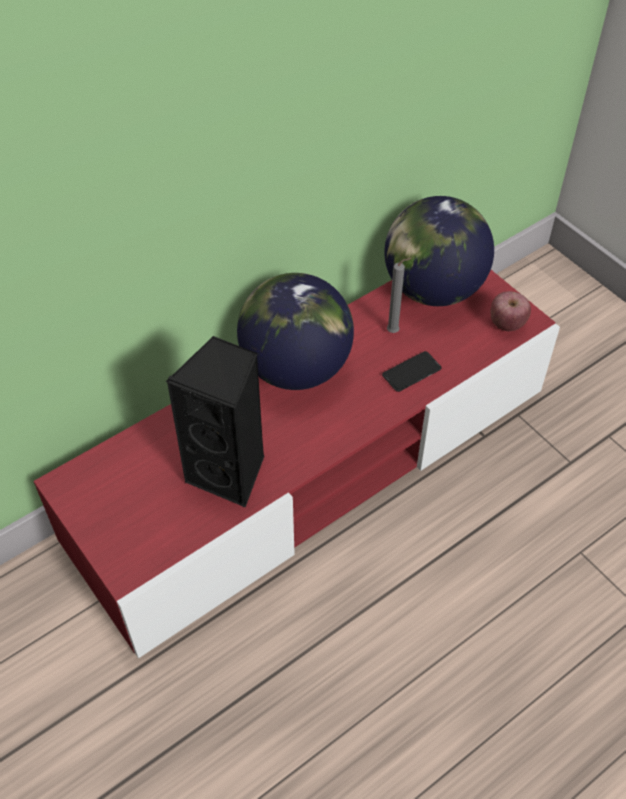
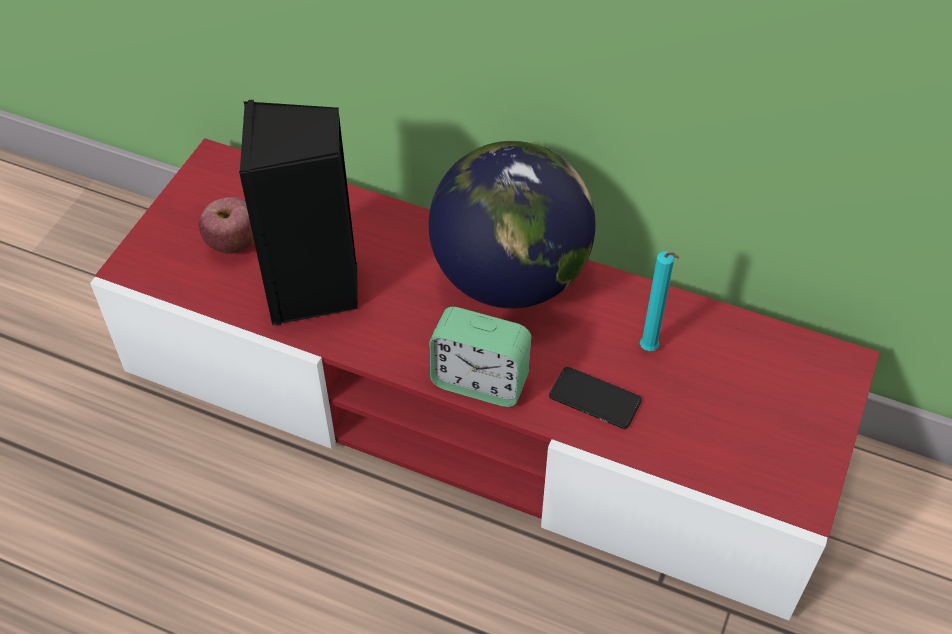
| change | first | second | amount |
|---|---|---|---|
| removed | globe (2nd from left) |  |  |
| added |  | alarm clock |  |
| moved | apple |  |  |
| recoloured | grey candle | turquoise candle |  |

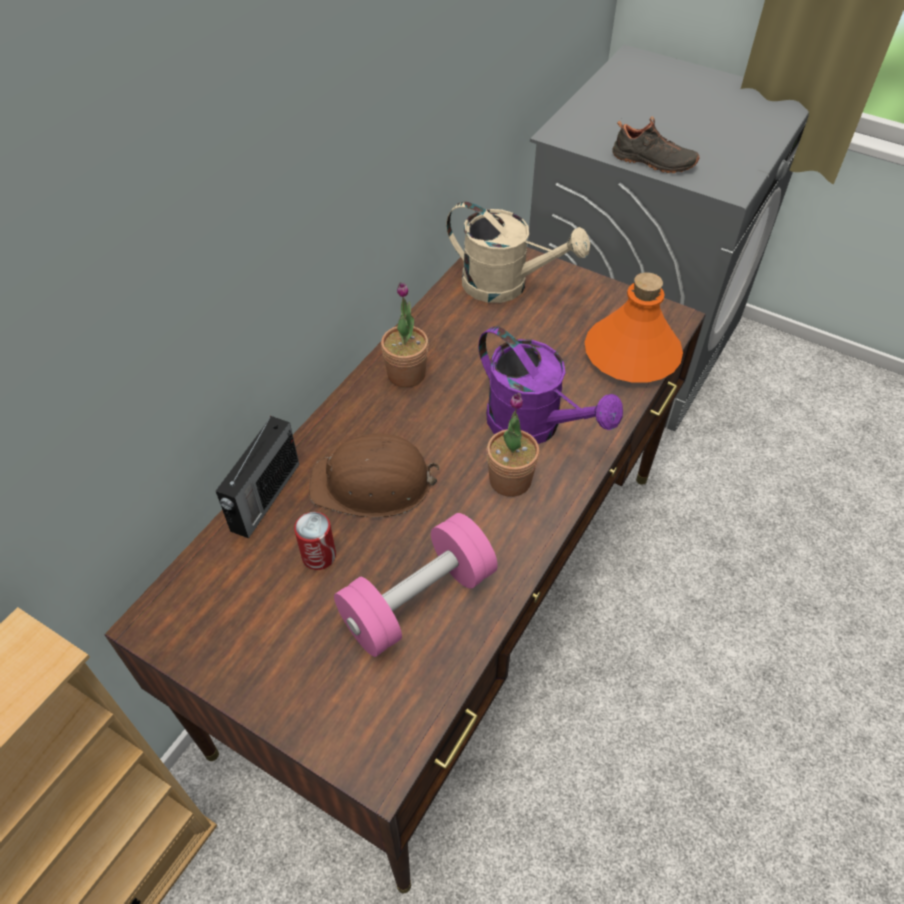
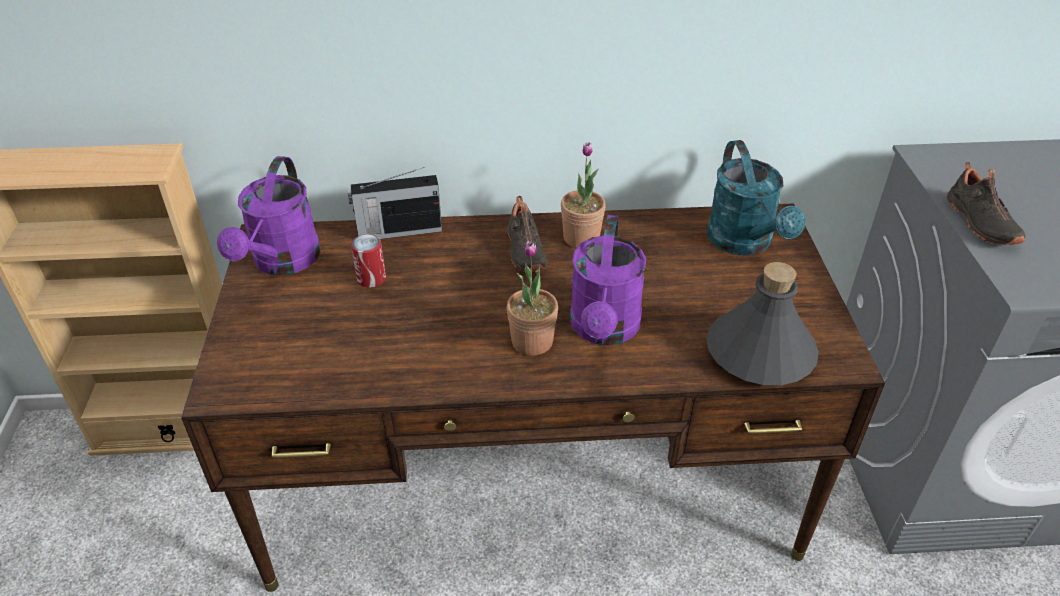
| change | first | second | amount |
|---|---|---|---|
| removed | brown hard hat |  |  |
| removed | pink dumbbell |  |  |
| added |  | purple watering can (1st from left) |  |
| added |  | black shoe (1st from left) |  |
| recoloured | beige watering can | turquoise watering can |  |
| recoloured | orange bottle | grey bottle |  |

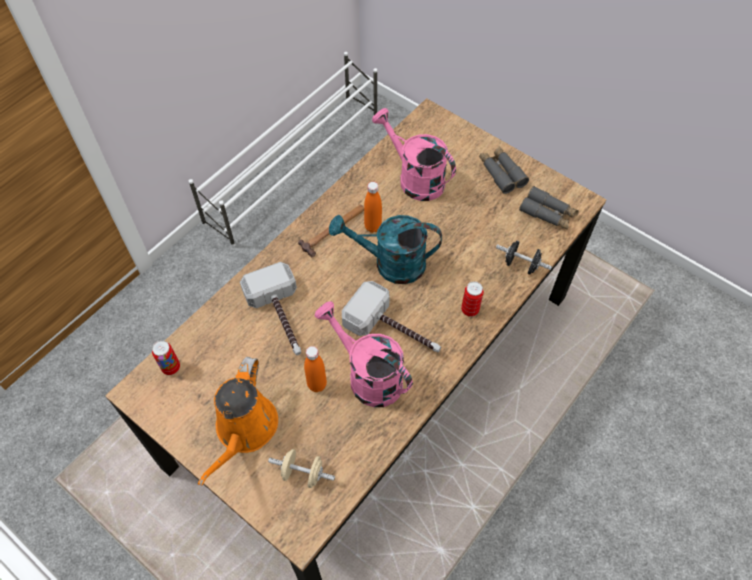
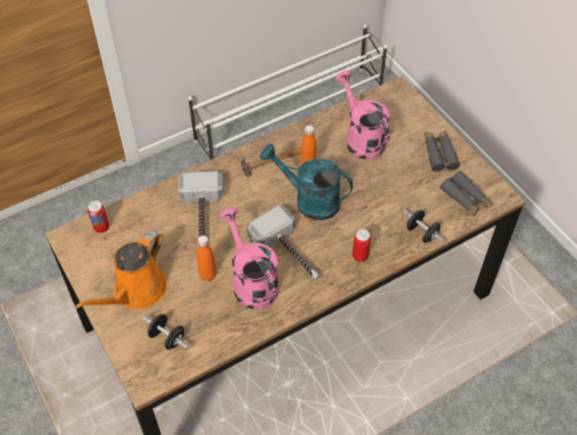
| change | first | second | amount |
|---|---|---|---|
| recoloured | beige dumbbell | black dumbbell (1st from left) |  |

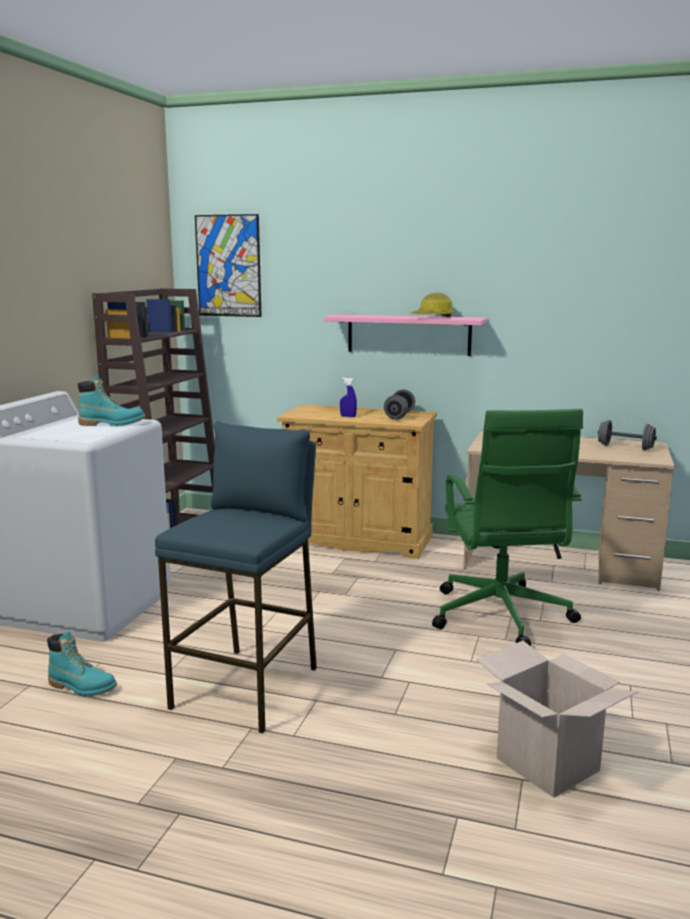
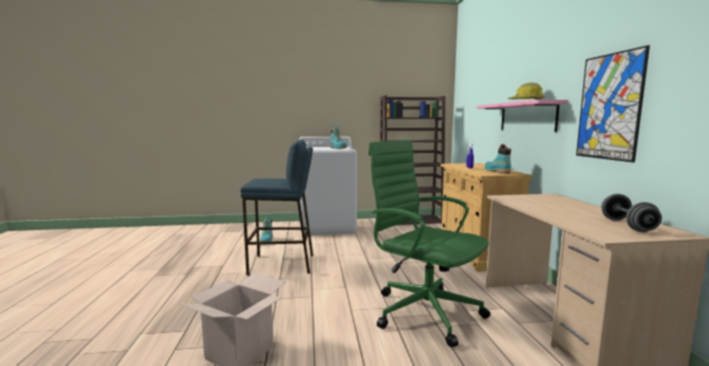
| change | first | second | amount |
|---|---|---|---|
| moved | picture |  |  |
| replaced | grey dumbbell (1st from left) | turquoise boot (3rd from left) |  |
| turned | green office chair |  | 75 degrees clockwise |

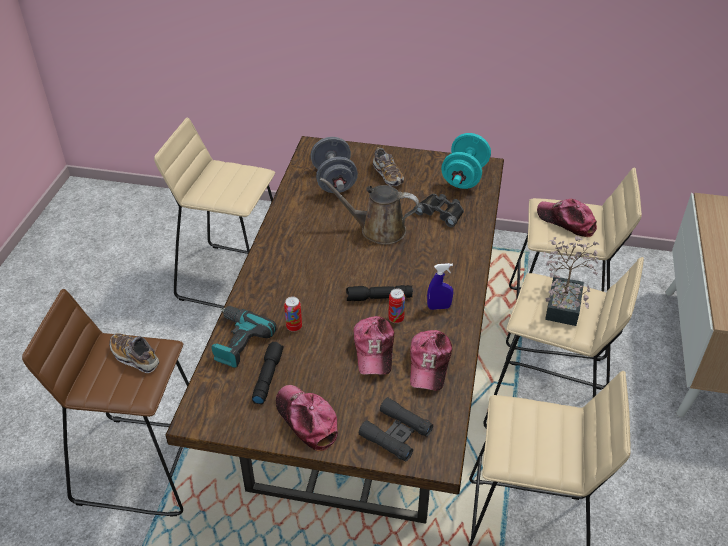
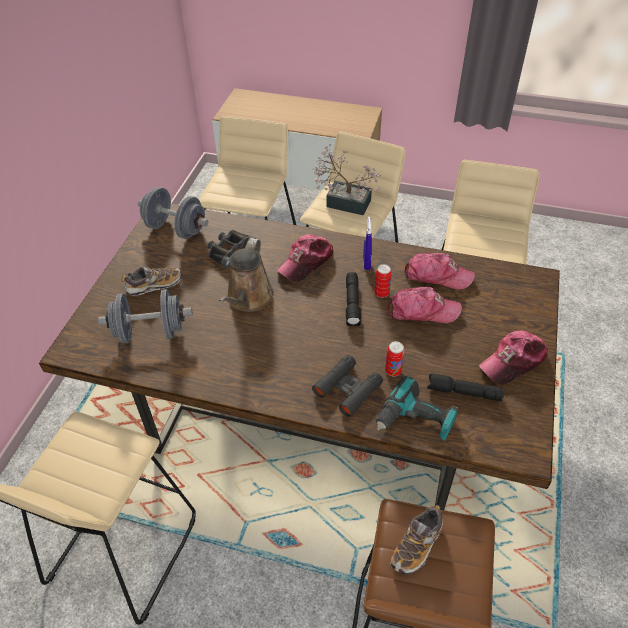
| change | first | second | amount |
|---|---|---|---|
| moved | black binoculars (1st from left in the first image) | black binoculars (2nd from left) |  |
| moved | cap (4th from left in the first image) | cap (1st from left) |  |
| recoloured | turquoise dumbbell | grey dumbbell (2nd from left) |  |

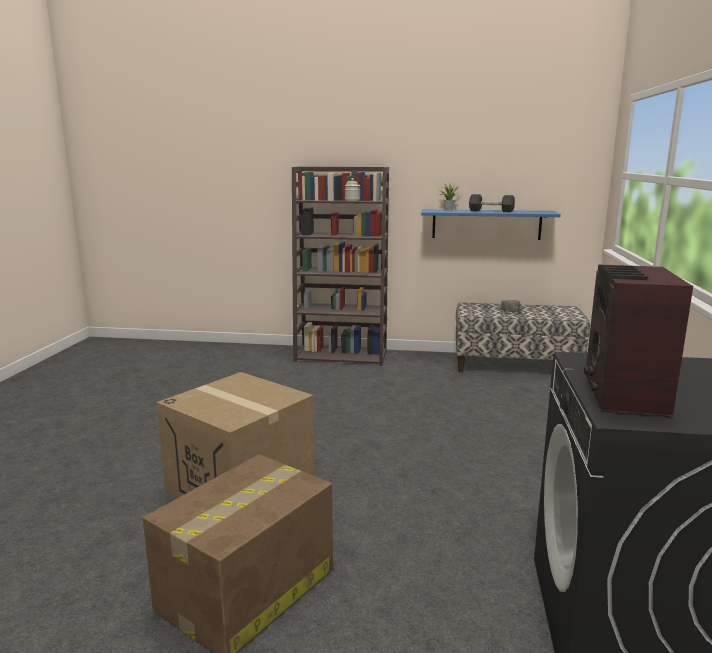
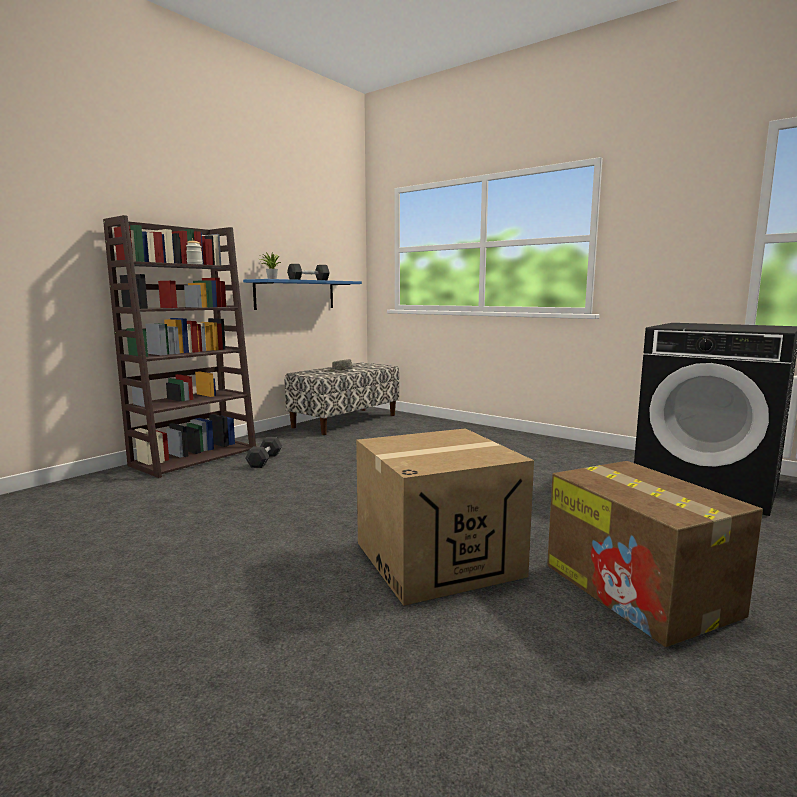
| change | first | second | amount |
|---|---|---|---|
| removed | radio |  |  |
| added |  | black dumbbell (1st from left) |  |

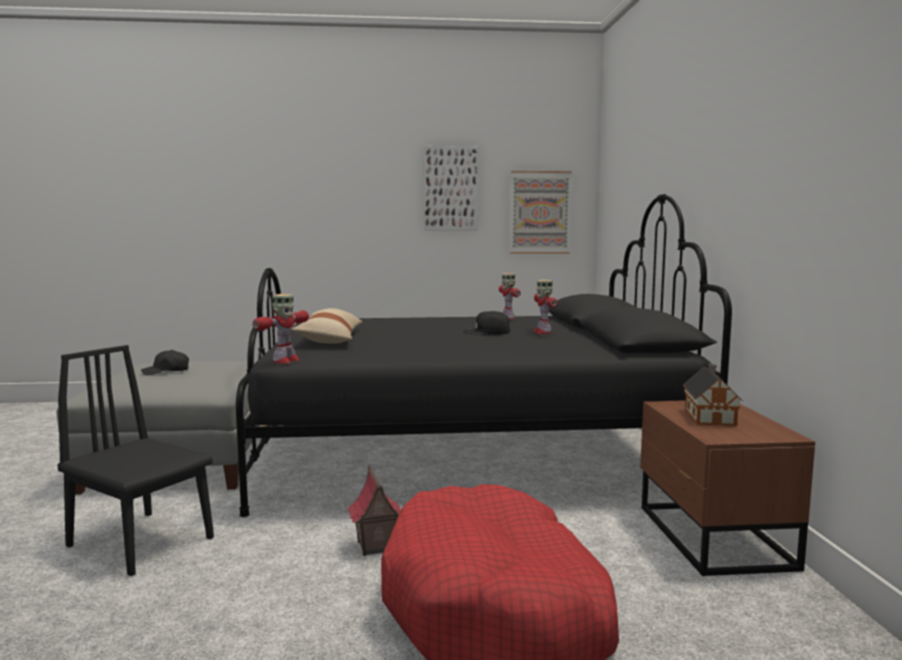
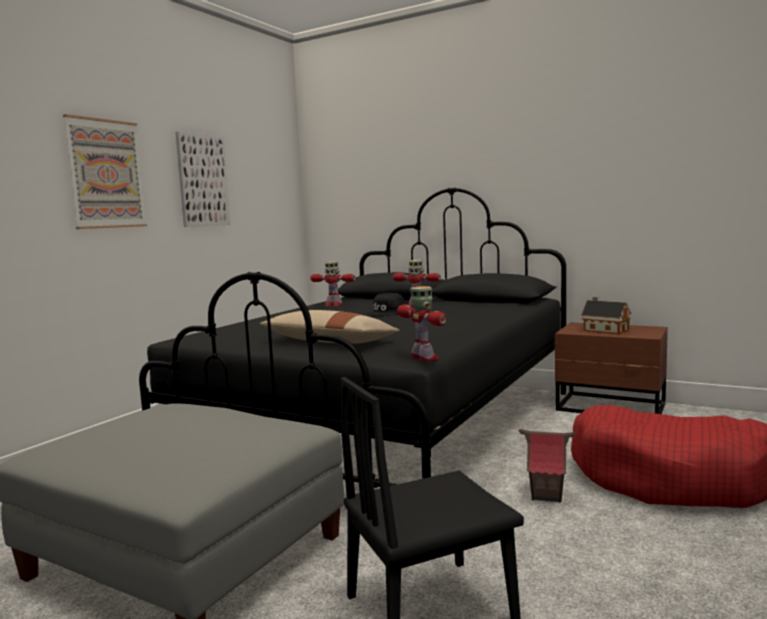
| change | first | second | amount |
|---|---|---|---|
| removed | black cap (1st from left) |  |  |
| moved | picture (2nd from left in the first image) | picture (1st from left) |  |

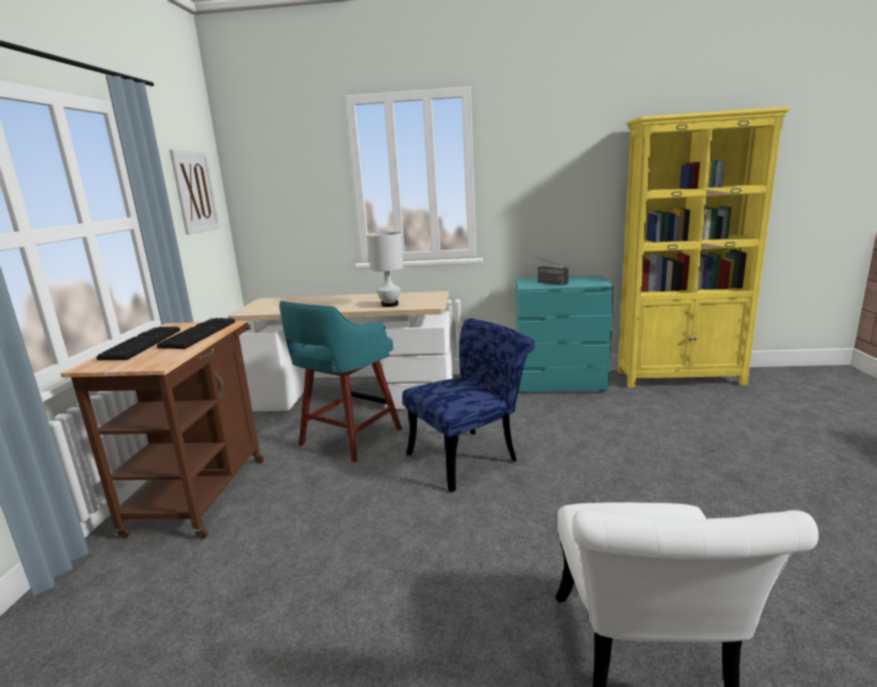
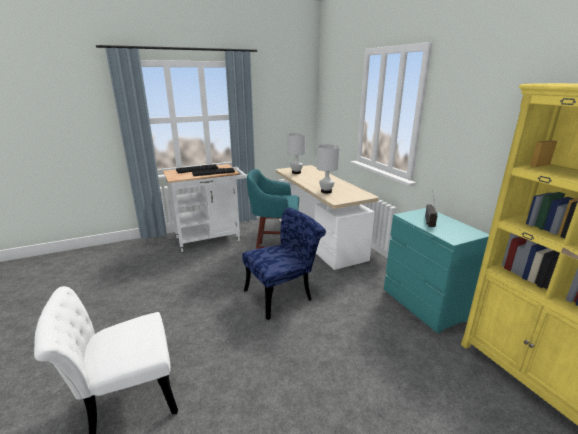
| change | first | second | amount |
|---|---|---|---|
| removed | picture |  |  |
| added |  | white table lamp (1st from left) |  |
| recoloured | brown cart | white cart |  |
| turned | blue chair |  | 60 degrees counterclockwise |

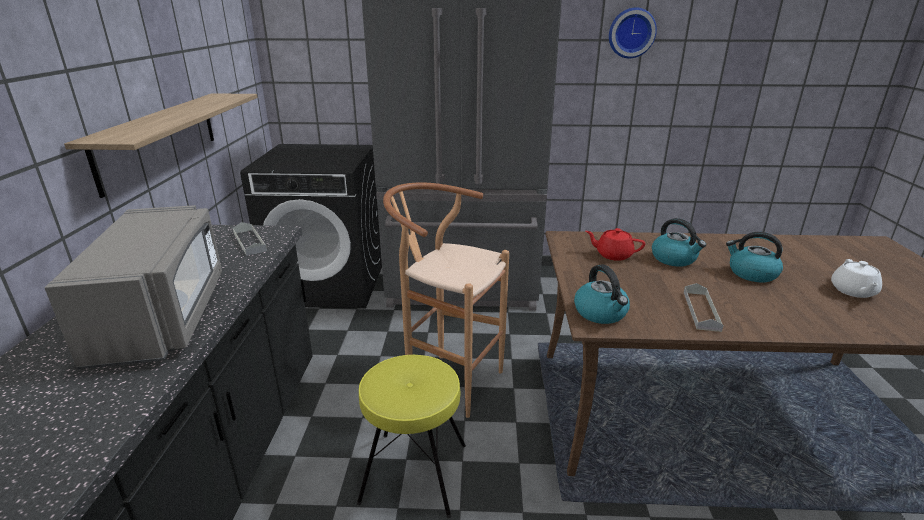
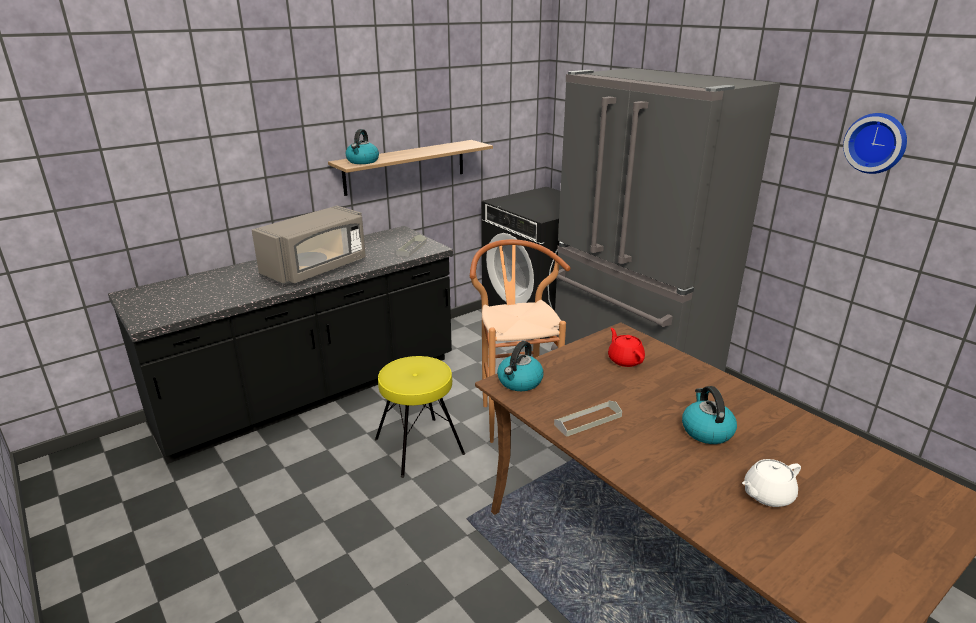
| change | first | second | amount |
|---|---|---|---|
| moved | kettle (2nd from left in the first image) | kettle (1st from left) |  |

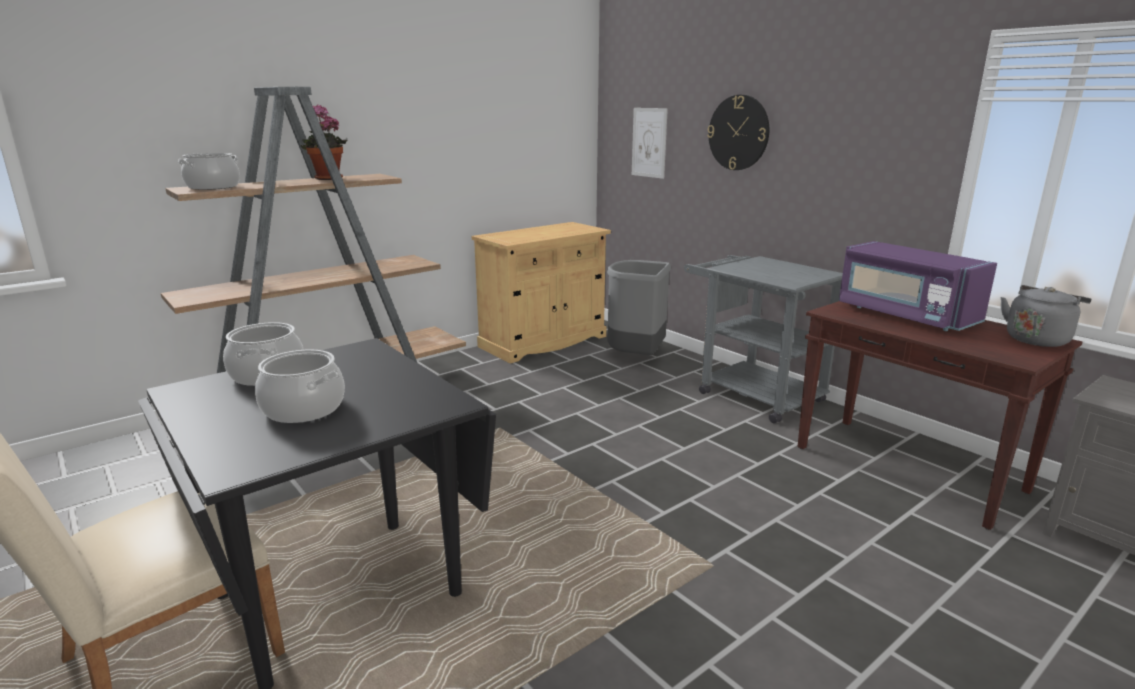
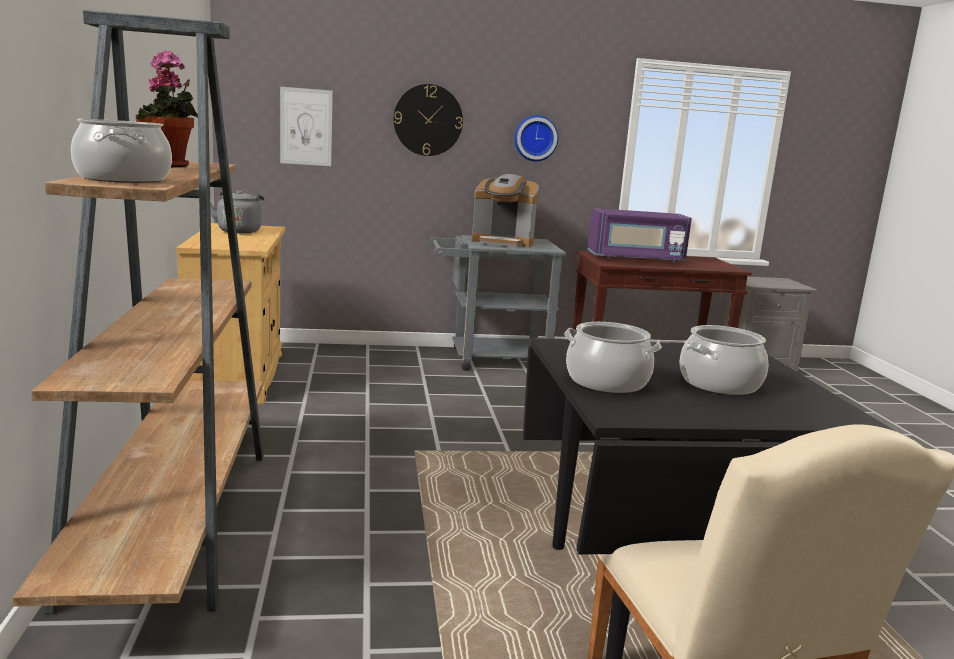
| change | first | second | amount |
|---|---|---|---|
| removed | grey trash can |  |  |
| added |  | coffee machine |  |
| added |  | wall clock (2nd from left) |  |
| moved | grey kettle |  |  |

